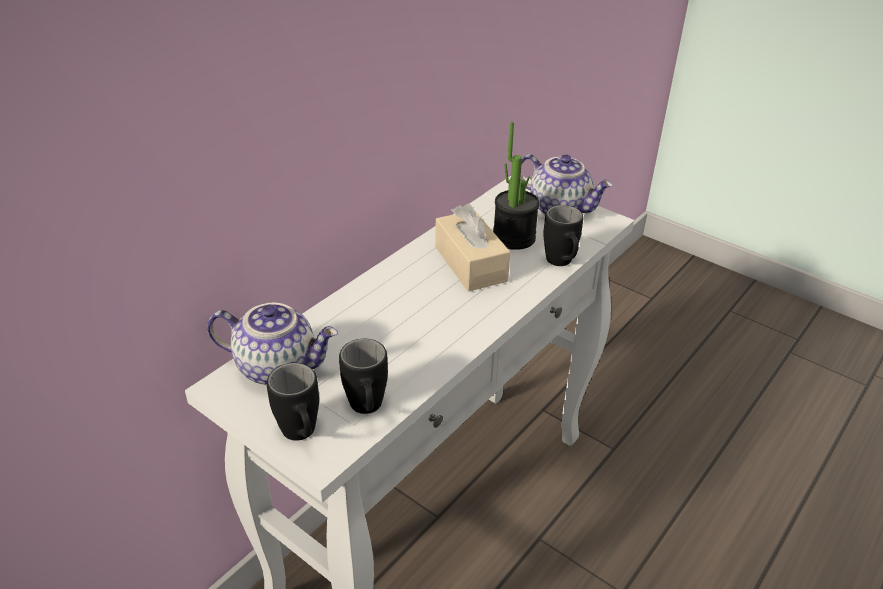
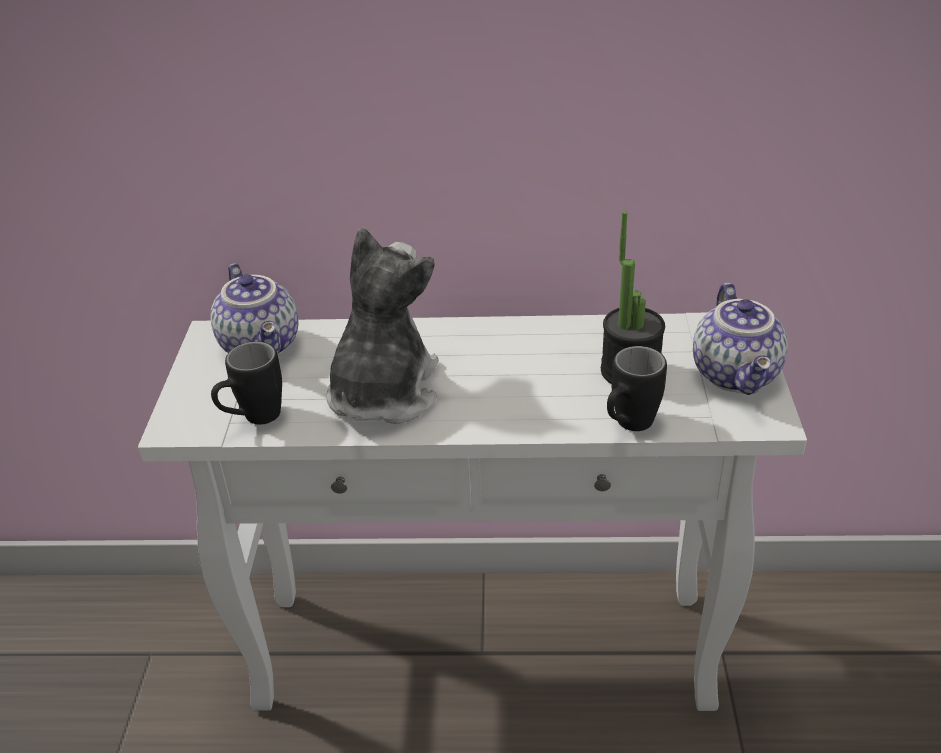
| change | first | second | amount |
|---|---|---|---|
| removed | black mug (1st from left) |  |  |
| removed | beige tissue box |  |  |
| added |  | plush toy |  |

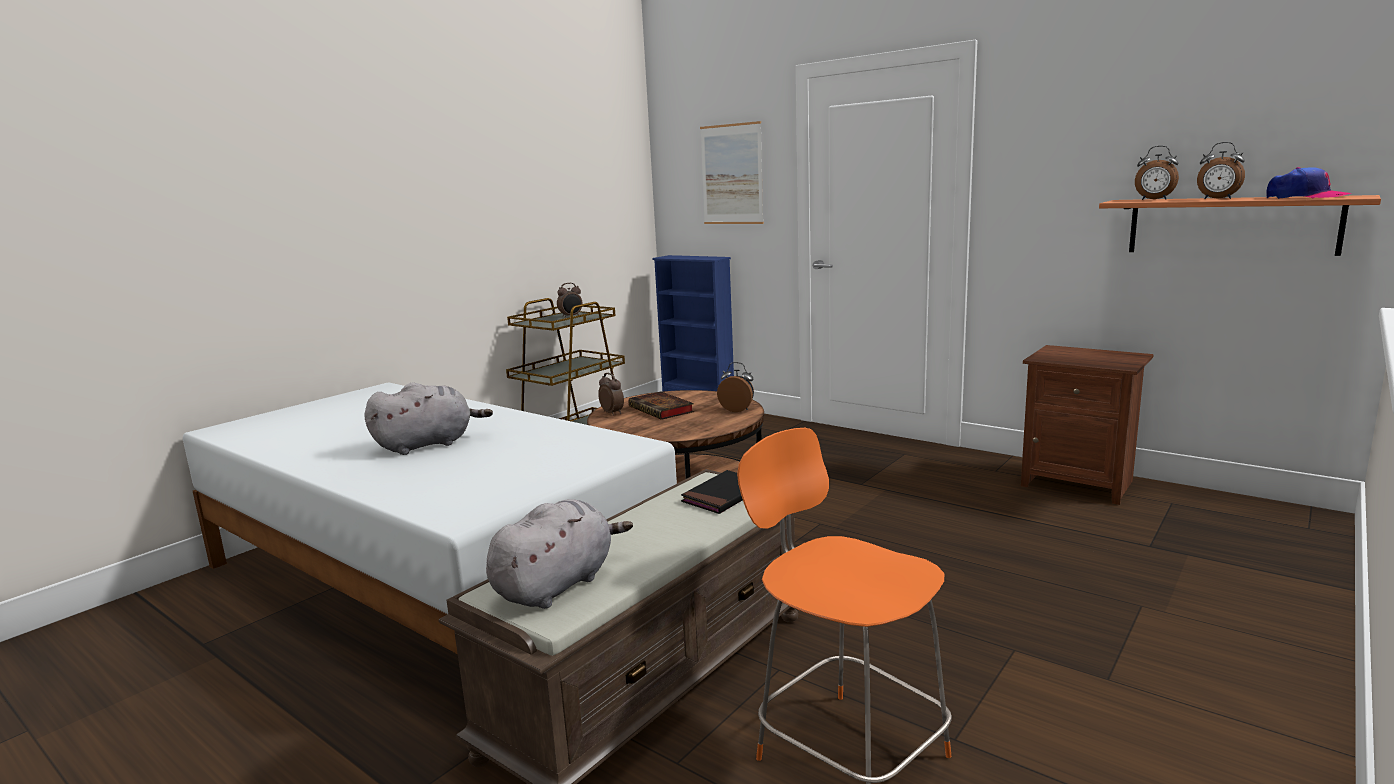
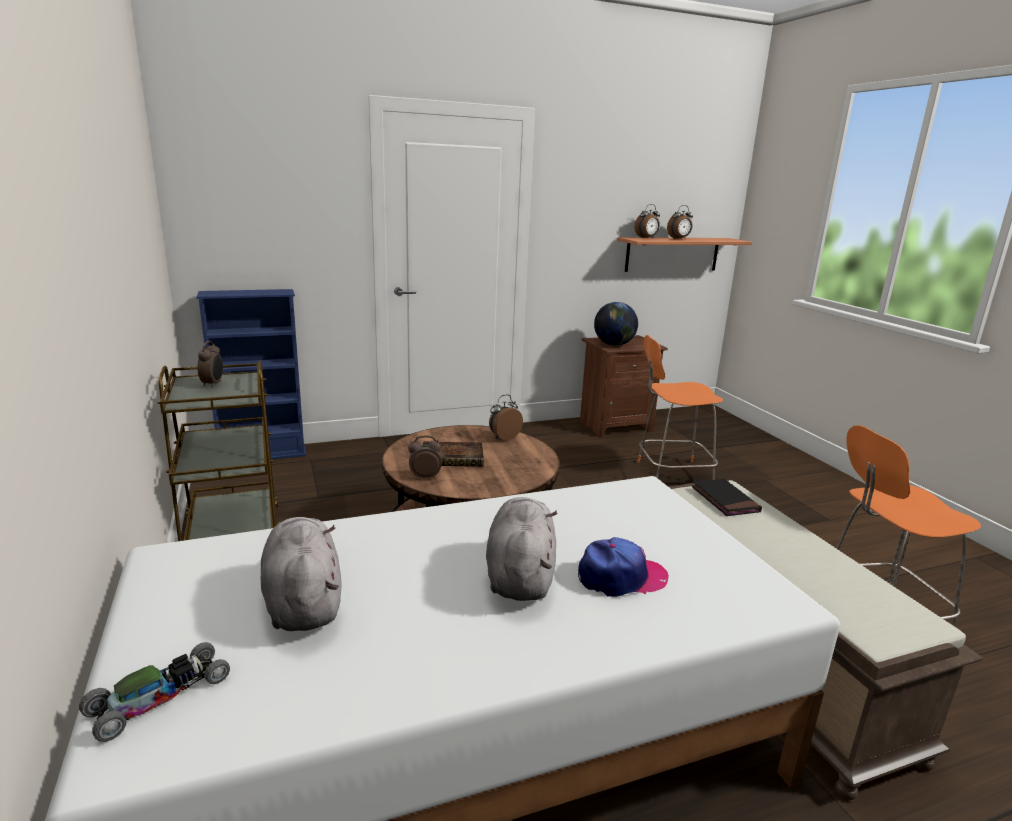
| change | first | second | amount |
|---|---|---|---|
| removed | picture |  |  |
| added |  | toy car |  |
| added |  | globe |  |
| added |  | orange stool (1st from left) |  |
| moved | grey plush toy (2nd from left in the first image) | grey plush toy (1st from left) |  |
| moved | cap |  |  |

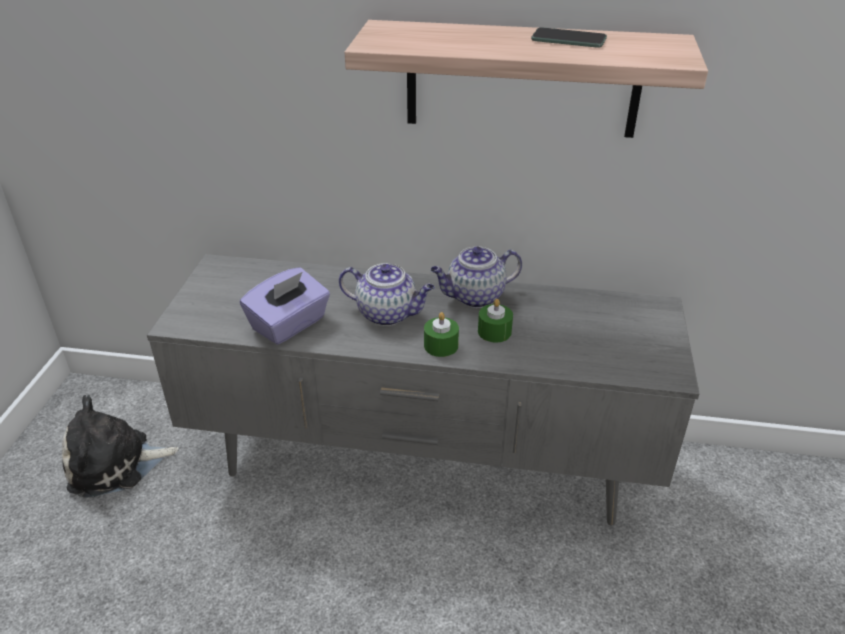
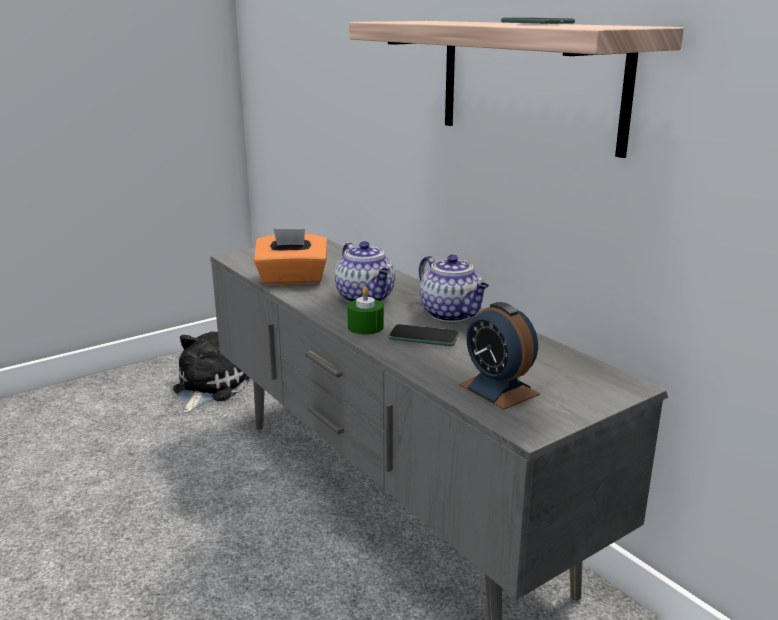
| change | first | second | amount |
|---|---|---|---|
| added |  | alarm clock |  |
| replaced | green candle (2nd from left) | phone (1st from left) |  |
| recoloured | purple tissue box | orange tissue box |  |
| turned | plush toy |  | 75 degrees clockwise |
| turned | teapot (2nd from left) |  | 150 degrees counterclockwise |

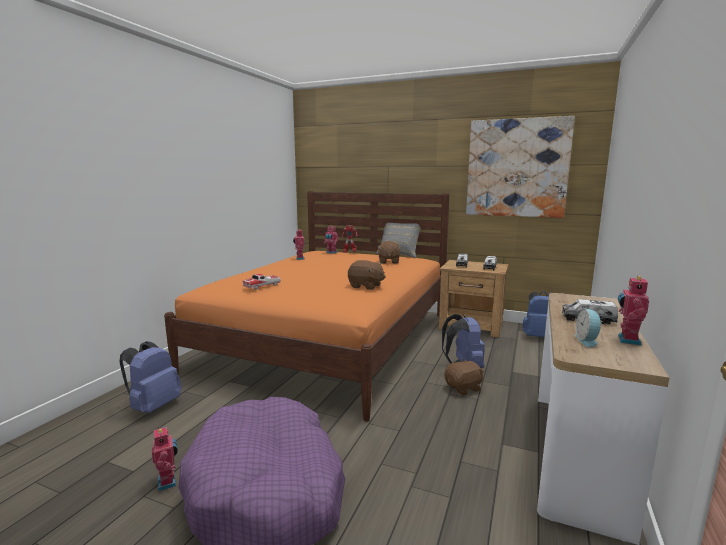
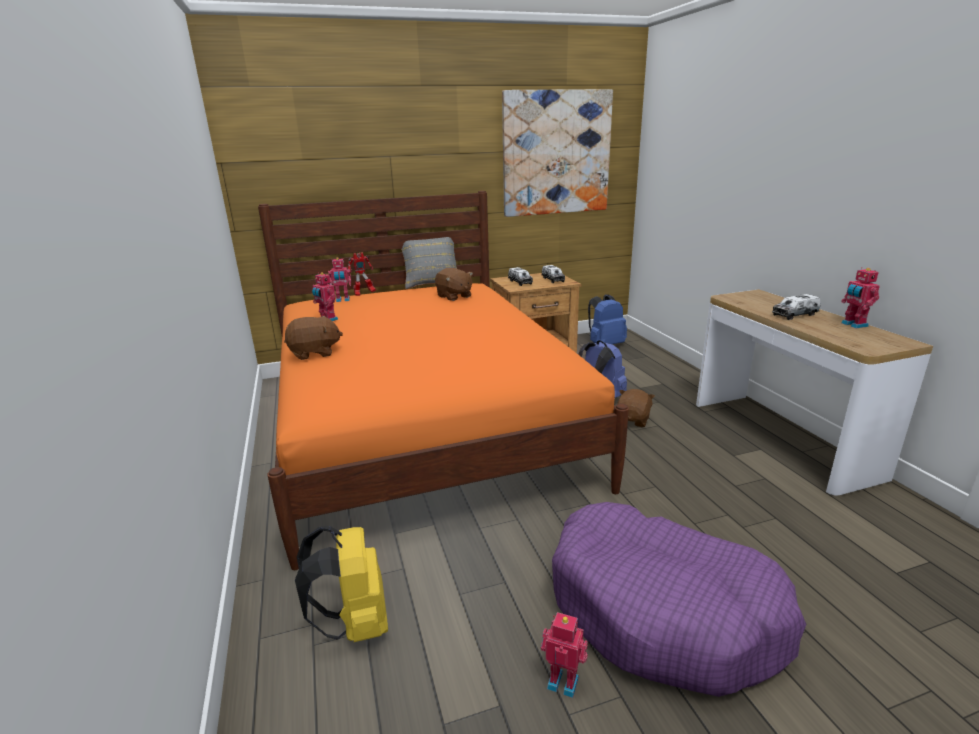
| change | first | second | amount |
|---|---|---|---|
| removed | toy car |  |  |
| removed | alarm clock |  |  |
| moved | brown plush toy (1st from left) |  |  |
| recoloured | blue backpack (1st from left) | yellow backpack |  |

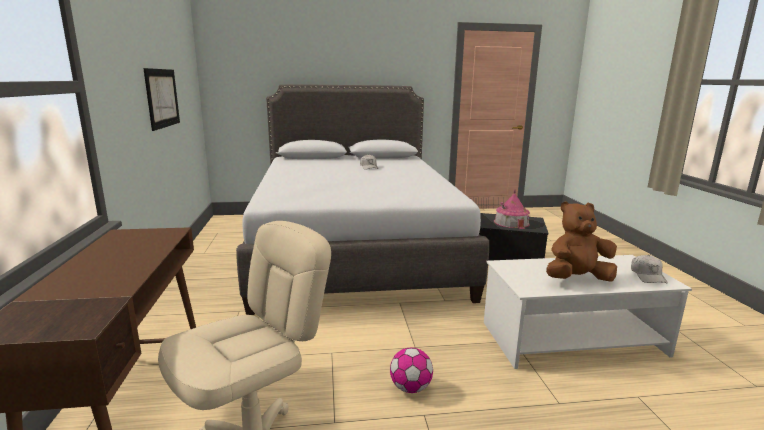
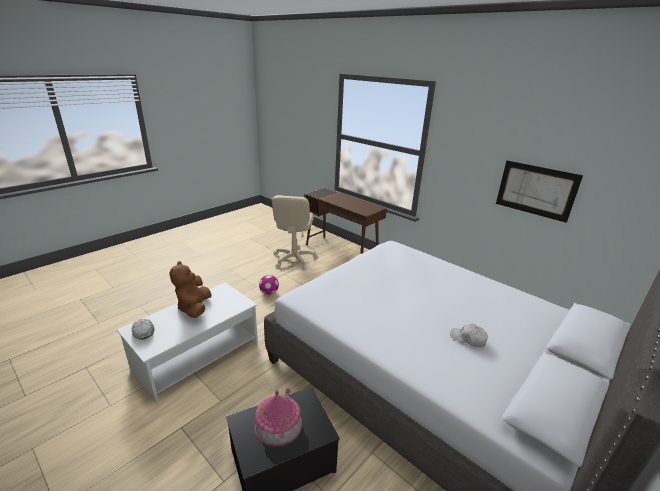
| change | first | second | amount |
|---|---|---|---|
| turned | brown plush toy |  | 135 degrees clockwise |

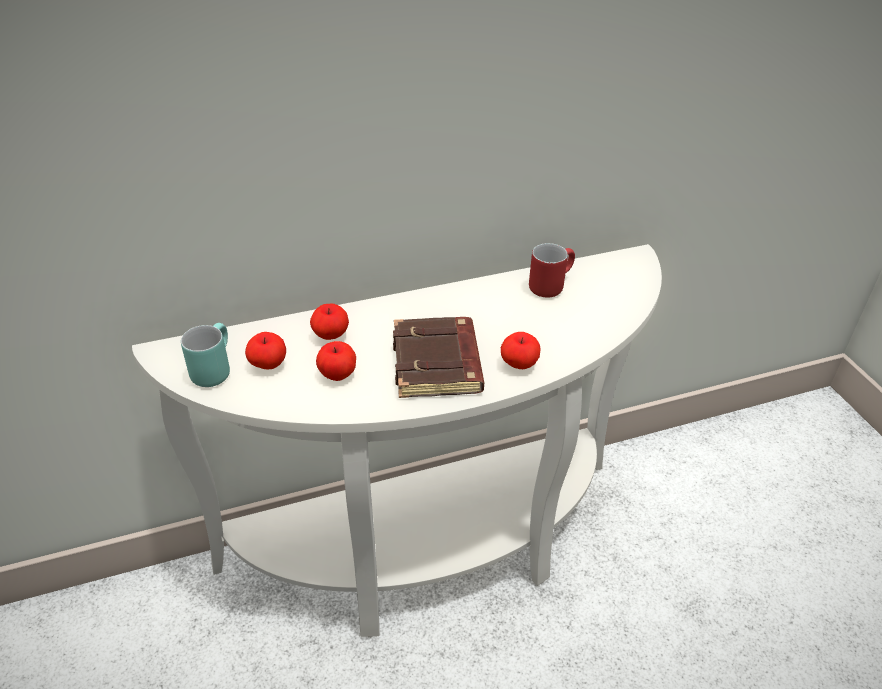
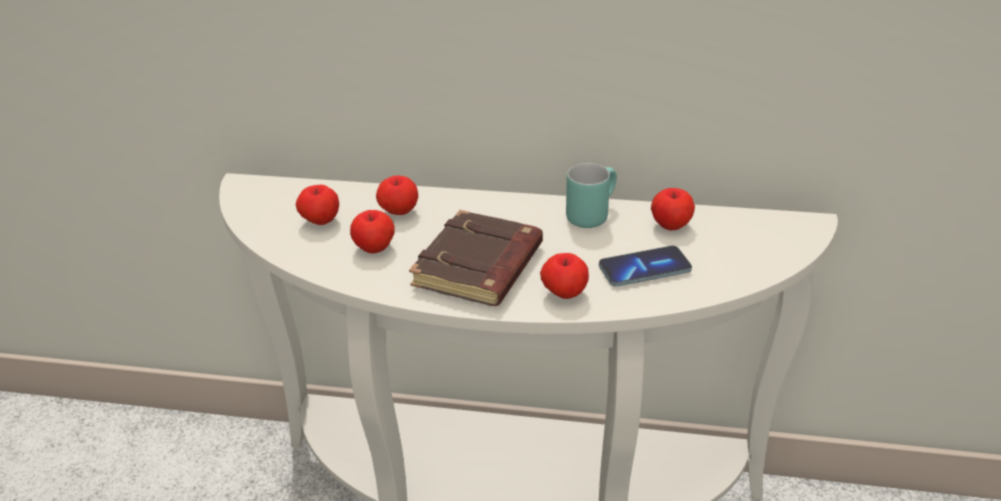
| change | first | second | amount |
|---|---|---|---|
| added |  | phone |  |
| moved | turquoise mug |  |  |
| replaced | red mug | apple (5th from left) |  |

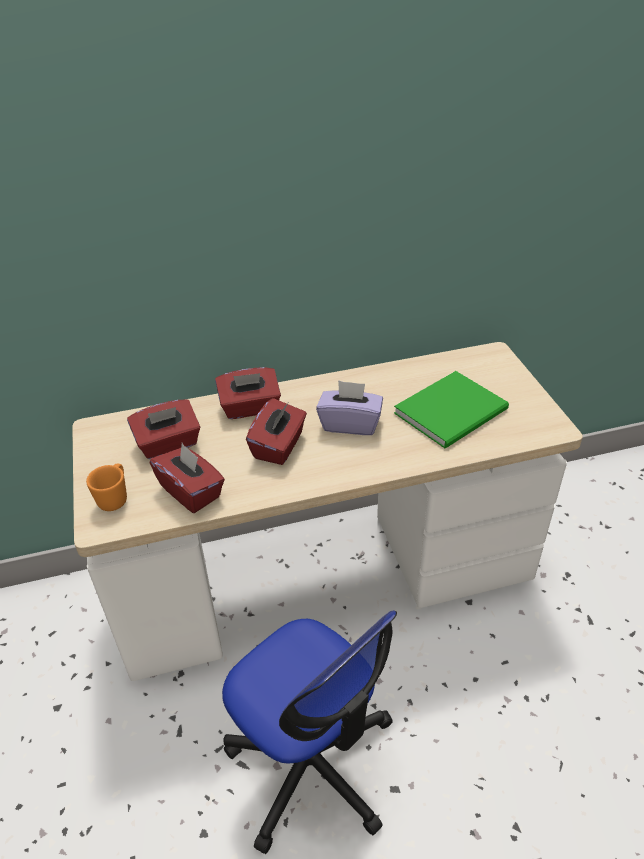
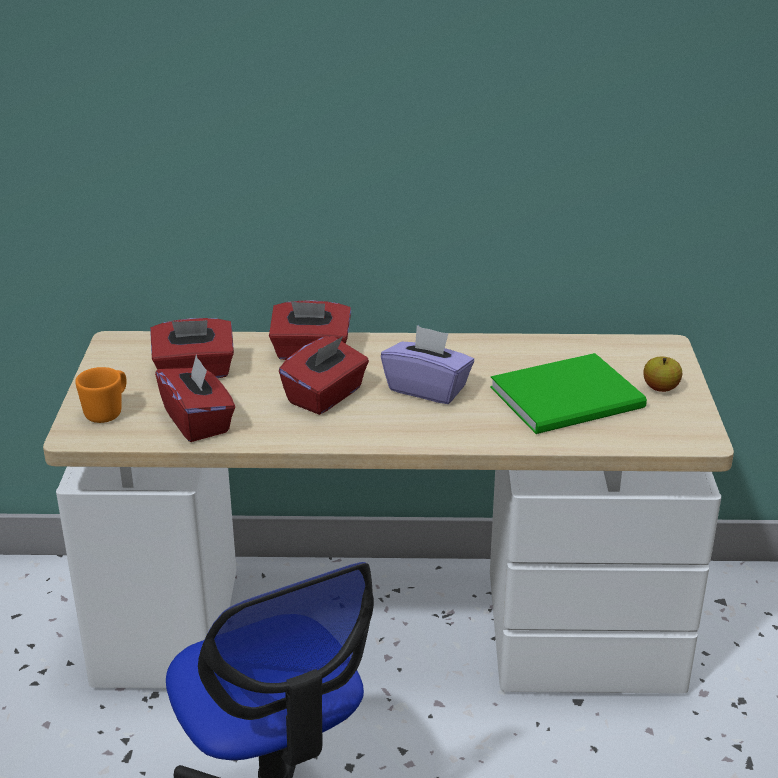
| change | first | second | amount |
|---|---|---|---|
| added |  | apple |  |

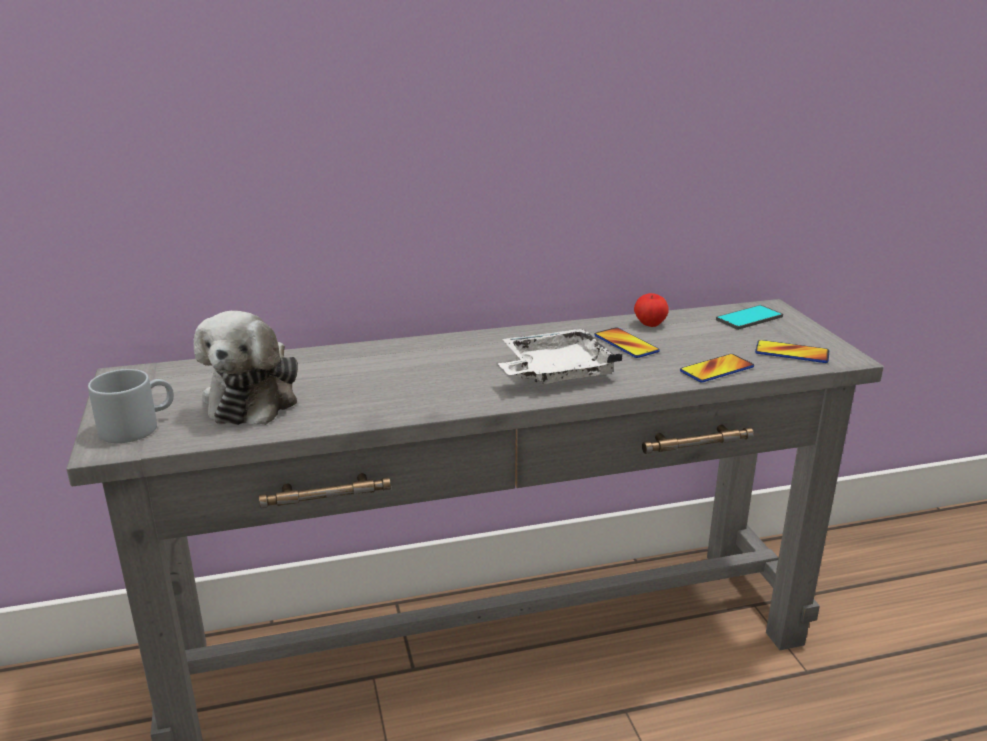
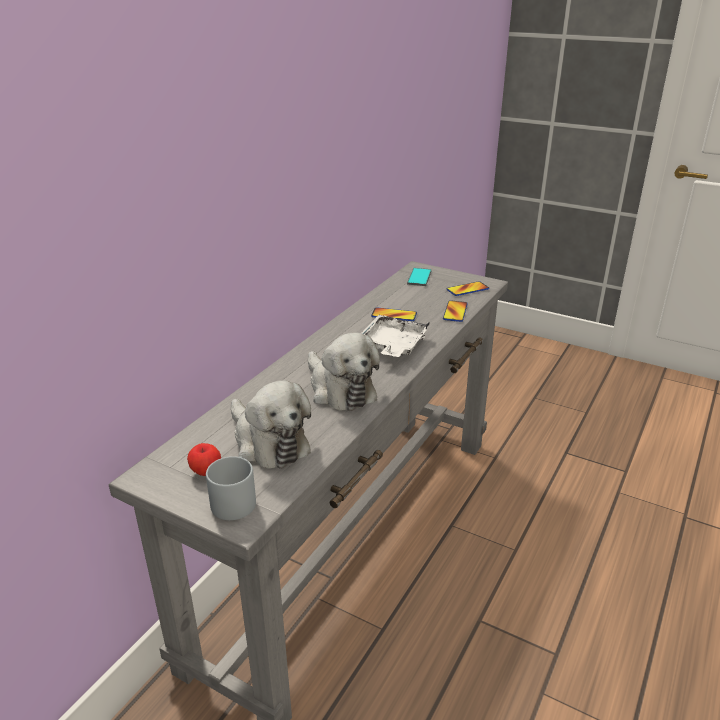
| change | first | second | amount |
|---|---|---|---|
| added |  | plush toy (2nd from left) |  |
| moved | apple |  |  |

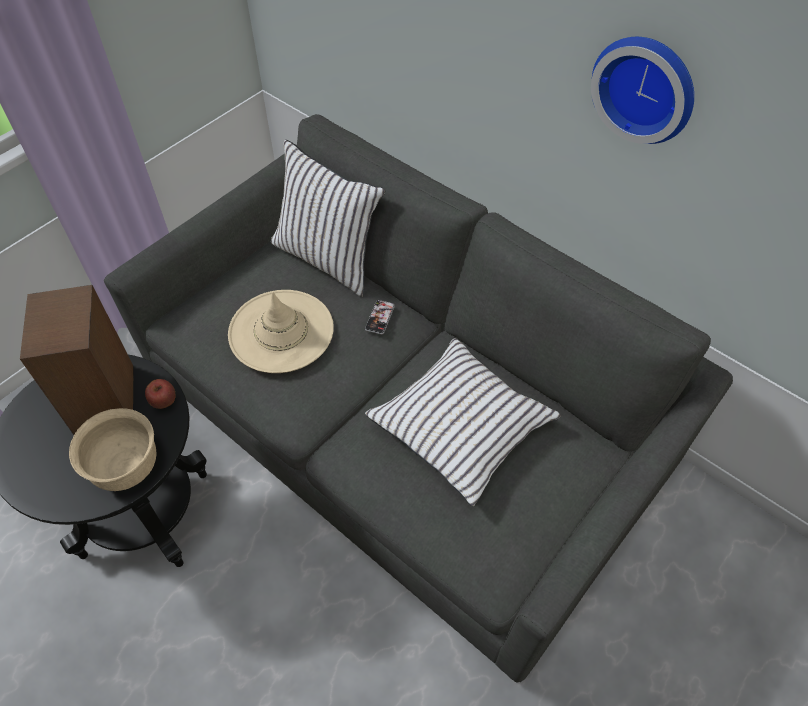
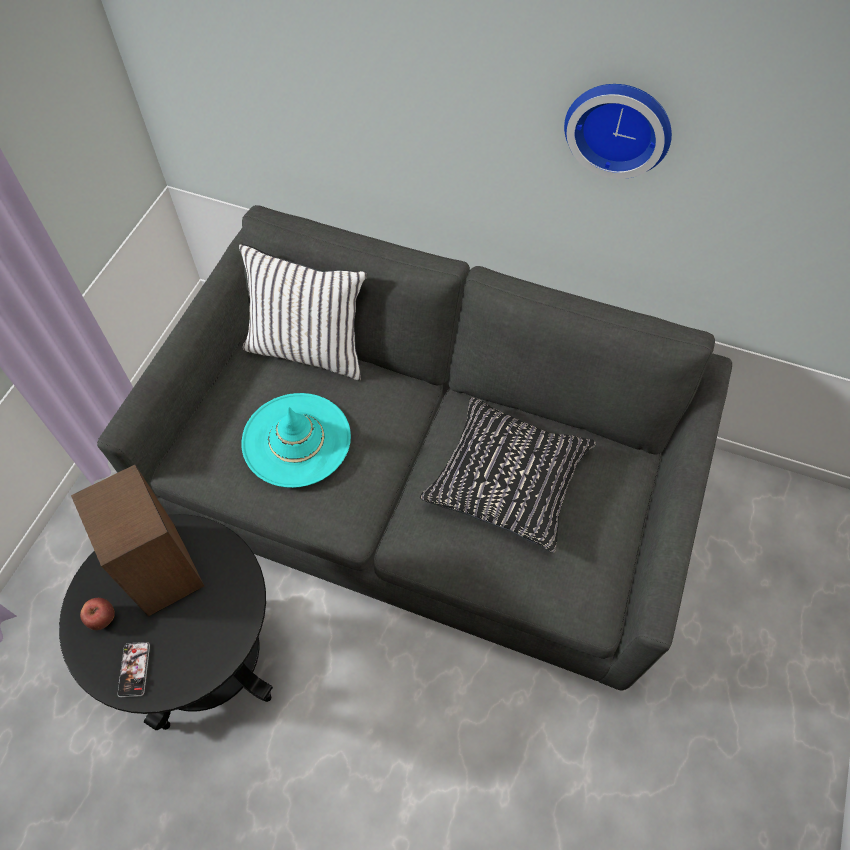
| change | first | second | amount |
|---|---|---|---|
| removed | beige bowl |  |  |
| moved | apple |  |  |
| moved | phone |  |  |
| recoloured | beige hat | turquoise hat |  |
| recoloured | white pillow (2nd from left) | black pillow |  |

